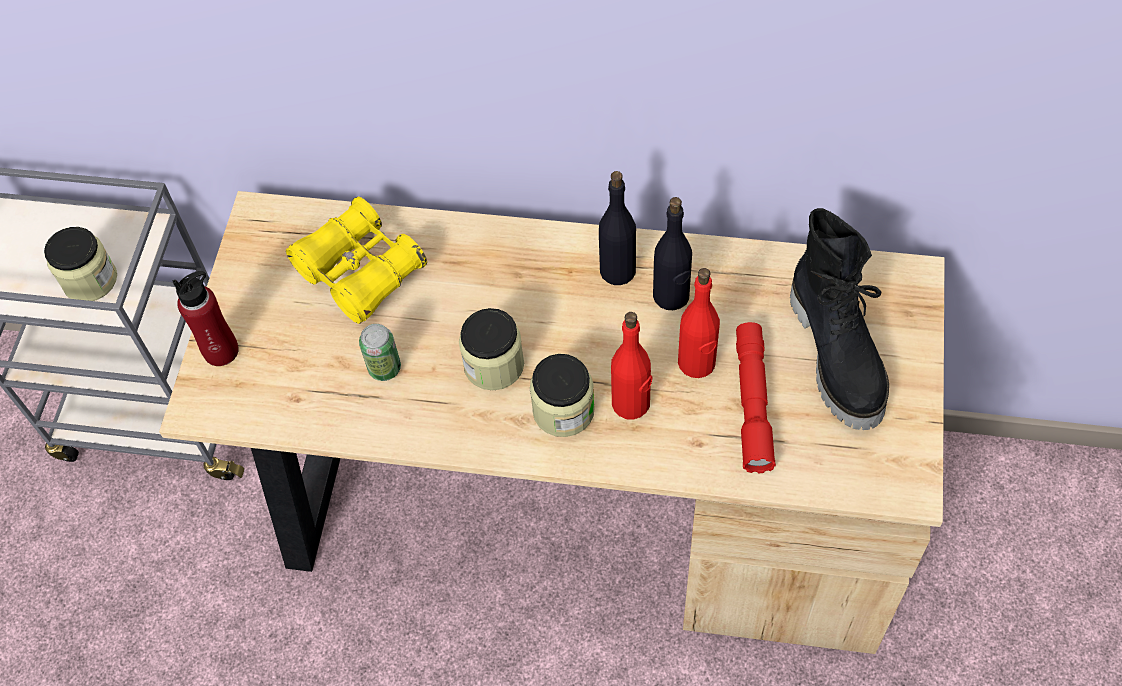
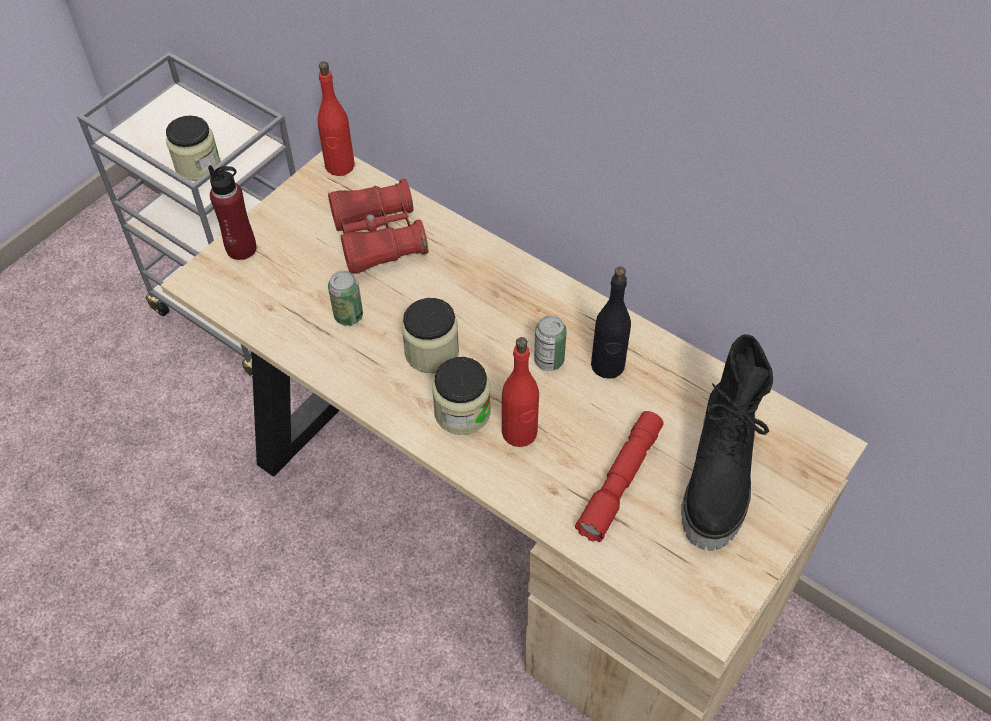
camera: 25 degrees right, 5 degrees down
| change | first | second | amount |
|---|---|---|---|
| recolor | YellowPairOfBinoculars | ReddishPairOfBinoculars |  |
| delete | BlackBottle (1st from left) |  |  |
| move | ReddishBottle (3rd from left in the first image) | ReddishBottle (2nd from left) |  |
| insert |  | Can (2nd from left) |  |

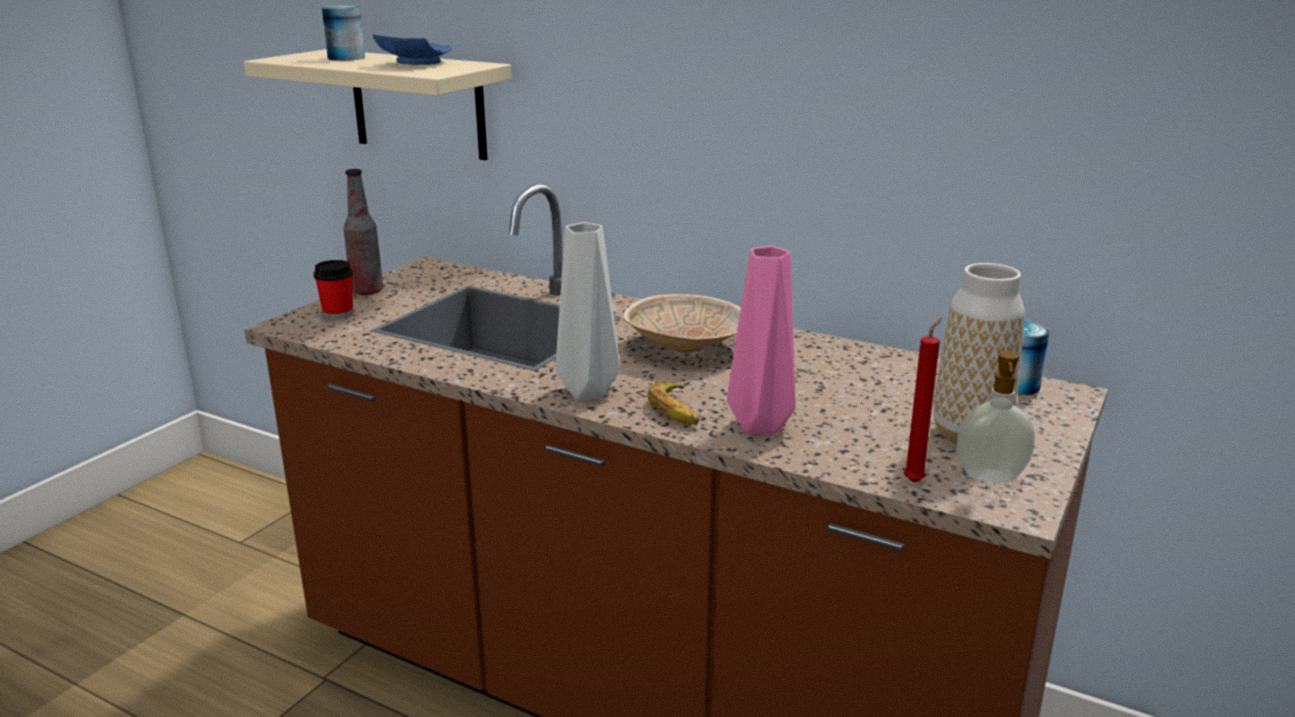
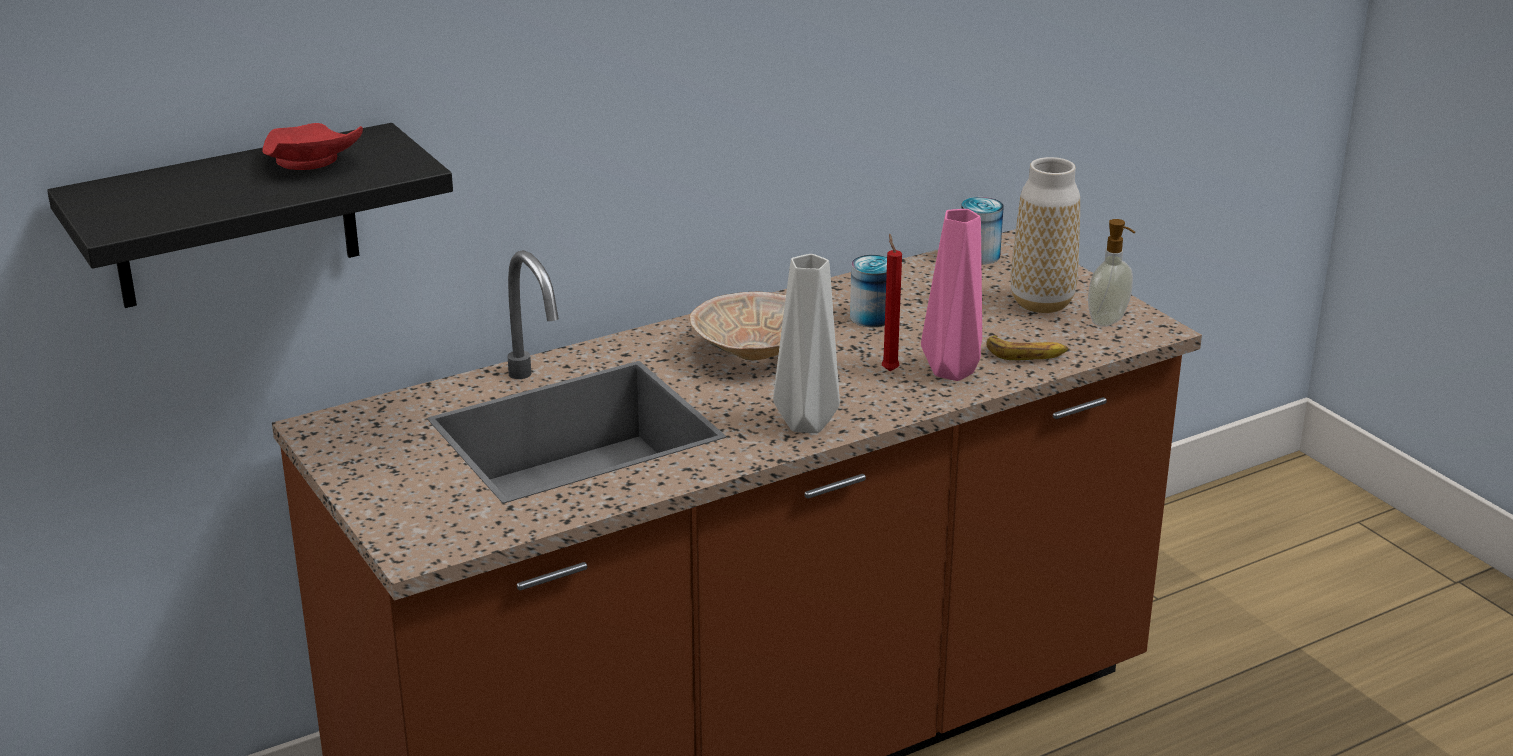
camera: 60 degrees left, 5 degrees up
| change | first | second | amount |
|---|---|---|---|
| recolor | BeigeColouredBracketShelf | BlackBracketShelf |  |
| delete | Cup |  |  |
| move | Can (1st from left) |  |  |
| delete | Bottle |  |  |
| recolor | BlueDinnerPlate | ReddishDinnerPlate |  |
| move | BananaFruit |  |  |
| move | ReddishWaxCandle |  |  |

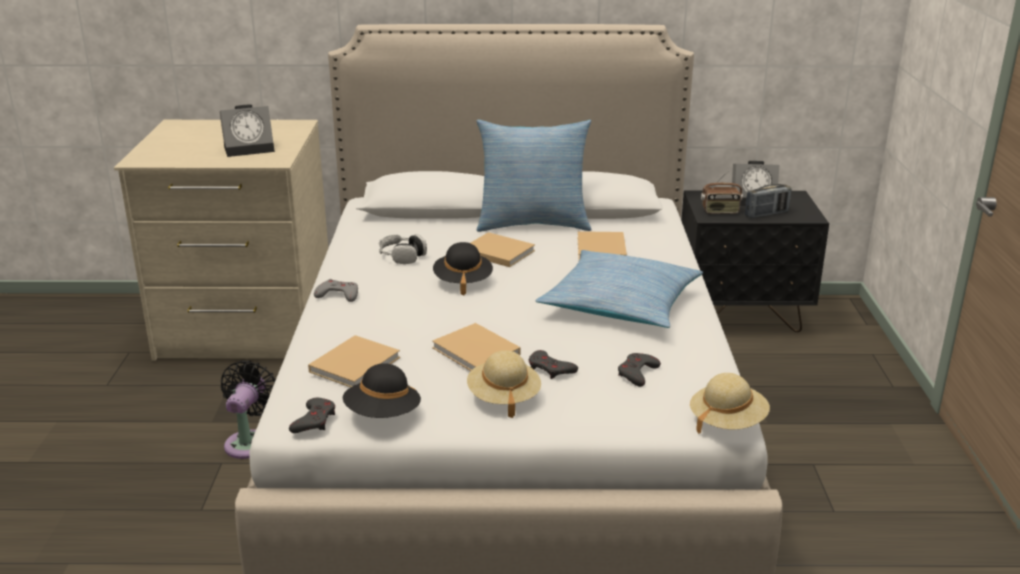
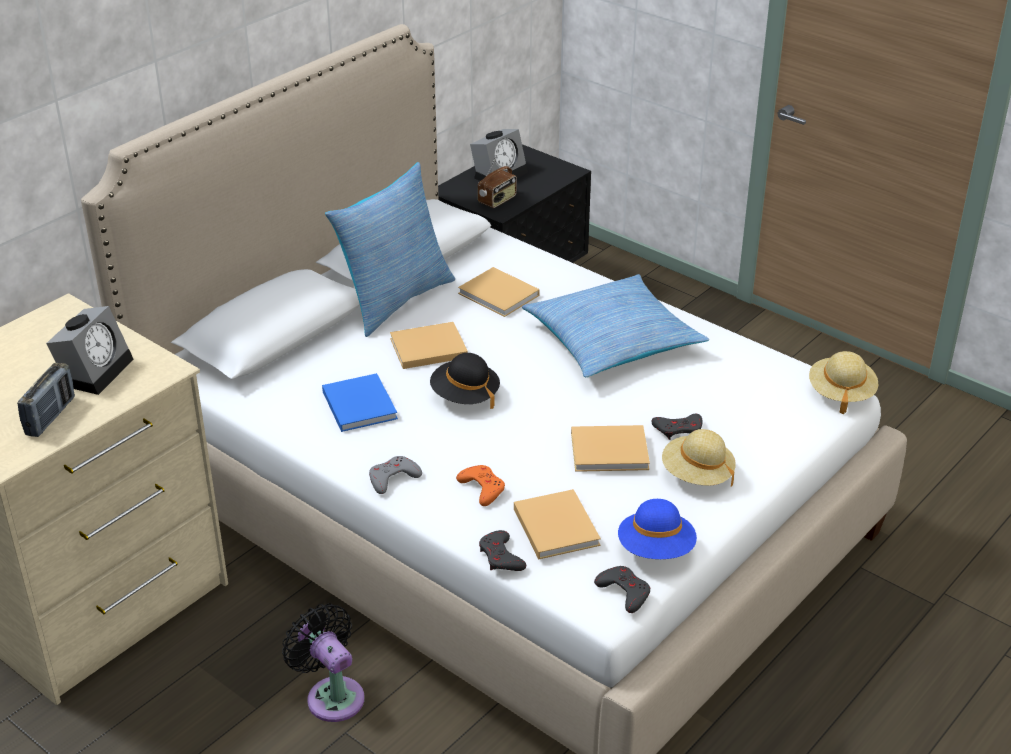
camera: 50 degrees left, 10 degrees up
| change | first | second | amount |
|---|---|---|---|
| recolor | BlackWearableHat (1st from left) | BlueWearableHat |  |
| replace | PairOfHeadphones | BlueBoundBook |  |
| move | GreyJoypad (4th from left in the first image) | GreyJoypad (2nd from left) |  |
| move | RadioReceiver (2nd from left in the first image) | RadioReceiver (1st from left) |  |
| insert |  | OrangeJoypad |  |

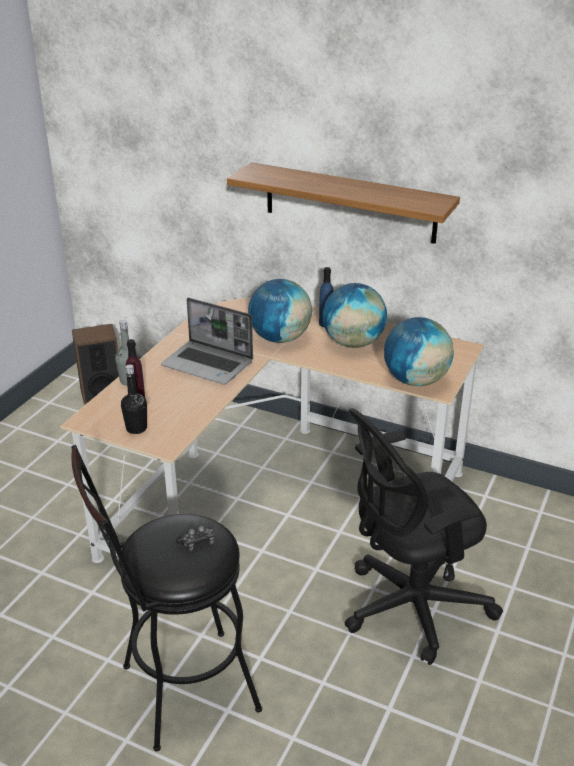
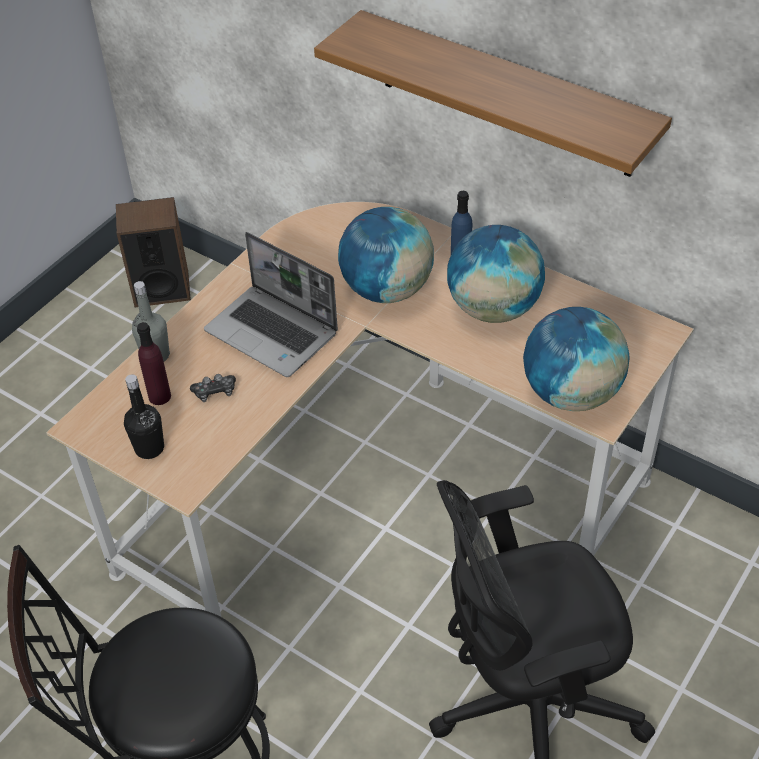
camera: 10 degrees right, 15 degrees up
| change | first | second | amount |
|---|---|---|---|
| move | Joypad |  |  |

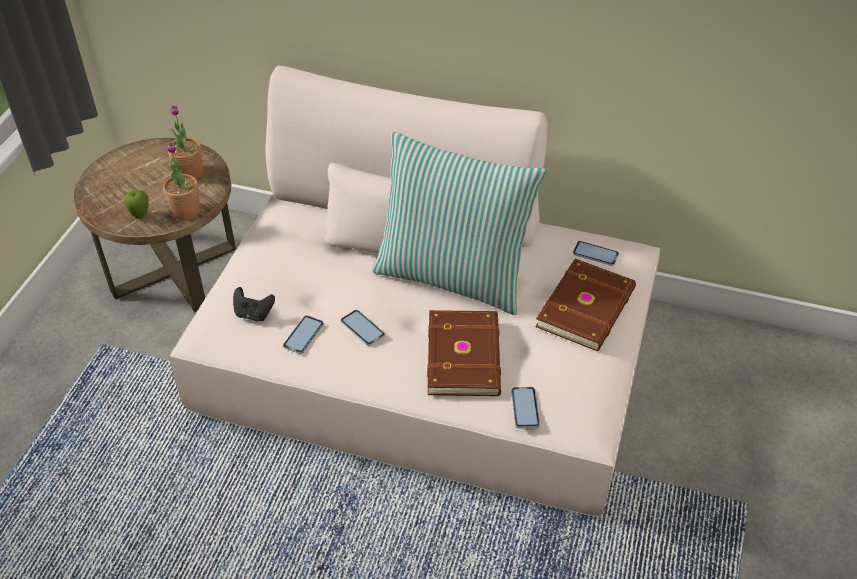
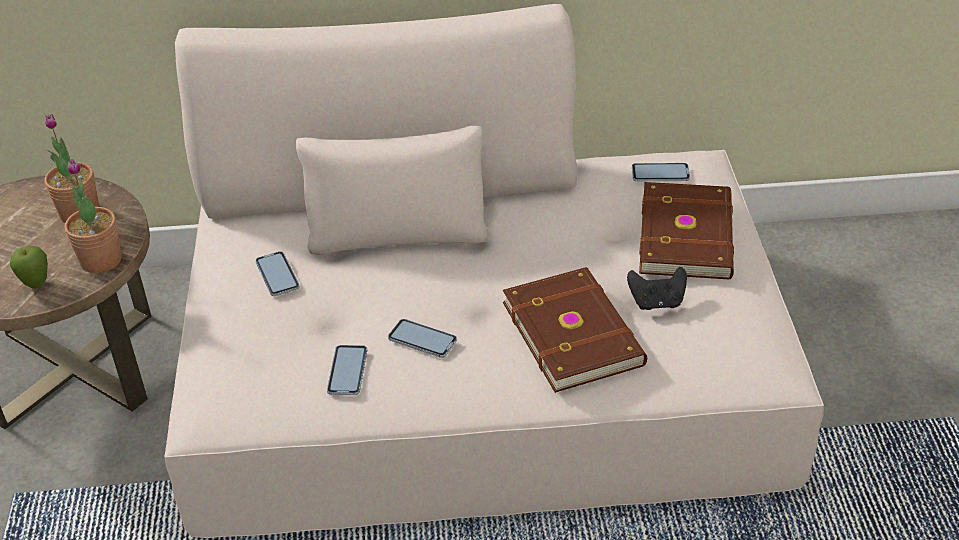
camera: 20 degrees left, 5 degrees down
| change | first | second | amount |
|---|---|---|---|
| move | BlackJoypad |  |  |
| delete | ThrowPillow |  |  |
| move | Phone (3rd from left in the first image) | Phone (1st from left) |  |

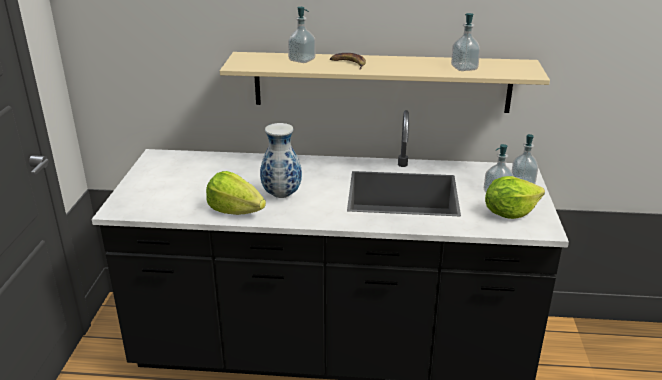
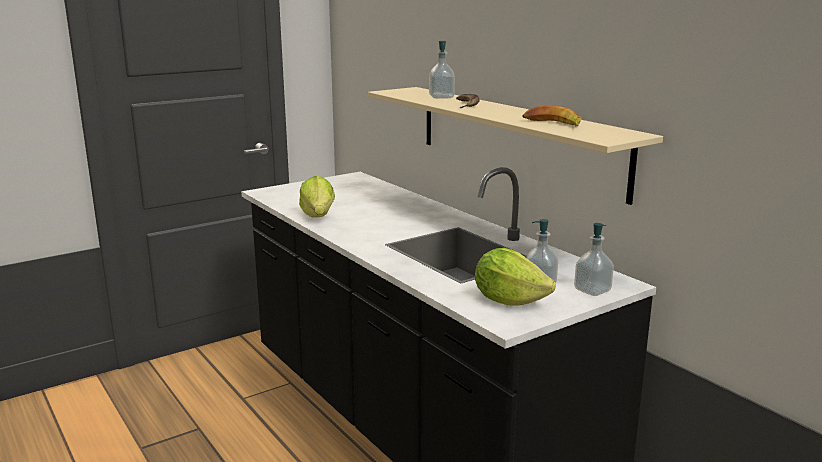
camera: 50 degrees right, 10 degrees down
| change | first | second | amount |
|---|---|---|---|
| delete | DecorativeVase |  |  |
| replace | LiquidSoapBottle (2nd from left) | BananaFruit (2nd from left) |  |

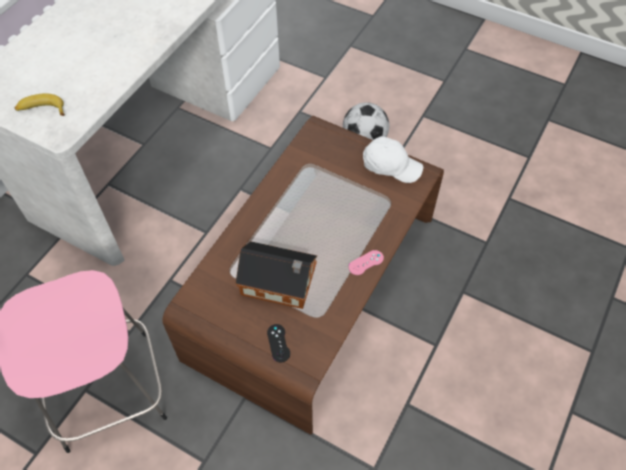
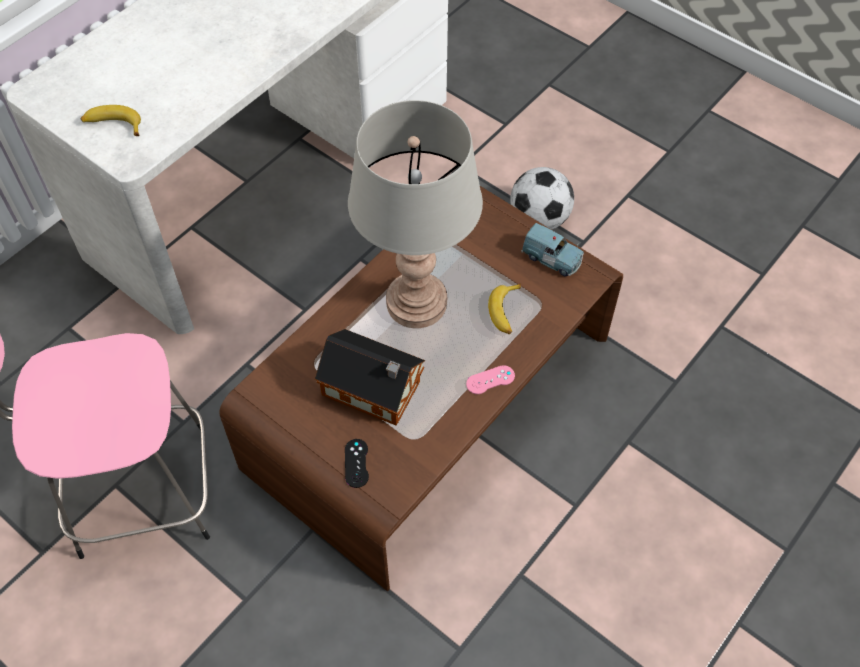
camera: 10 degrees right, 0 degrees up
| change | first | second | amount |
|---|---|---|---|
| replace | WhiteColouredBaseballCap | BlueModelCar |  |
| insert |  | GreyTabletopLamp |  |
| insert |  | BananaFruit (2nd from left) |  |

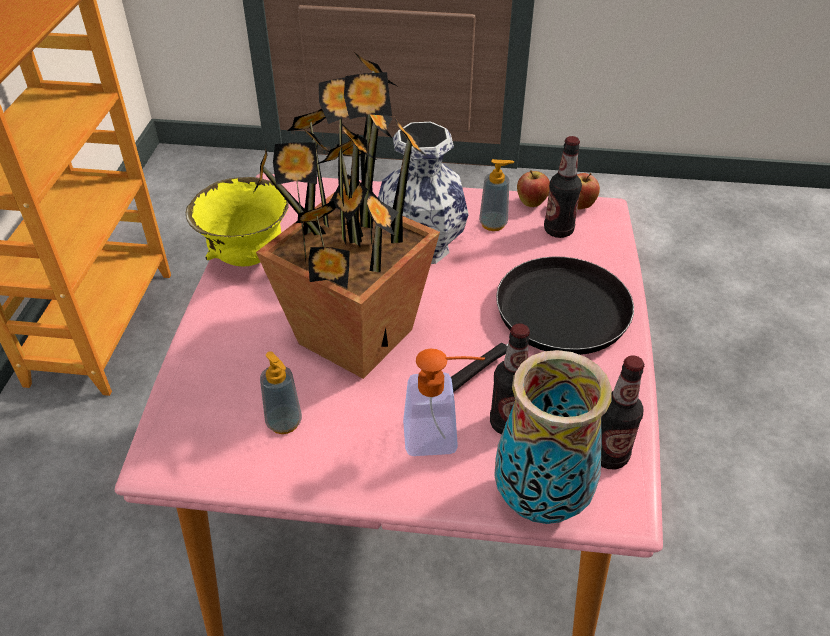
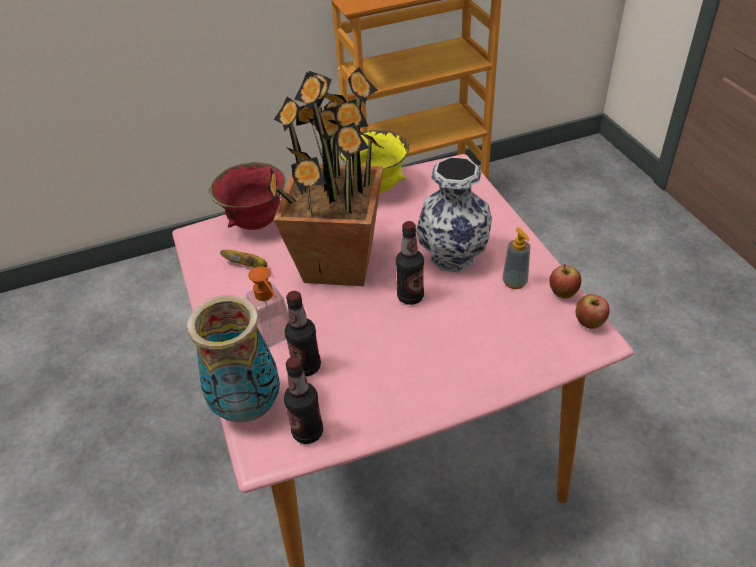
camera: 65 degrees right, 0 degrees up
| change | first | second | amount |
|---|---|---|---|
| replace | LiquidSoapBottle (1st from left) | BananaFruit |  |
| delete | BlackPan |  |  |
| move | Bottle (2nd from left in the first image) | Bottle (3rd from left) |  |
| insert |  | ReddishDeepDish |  |

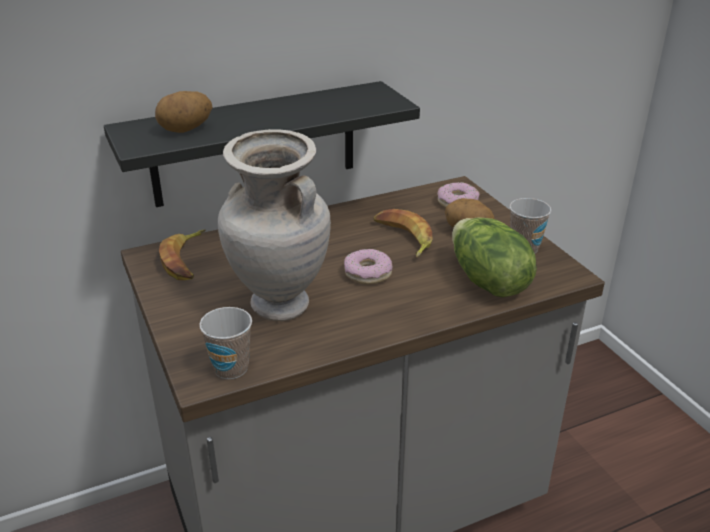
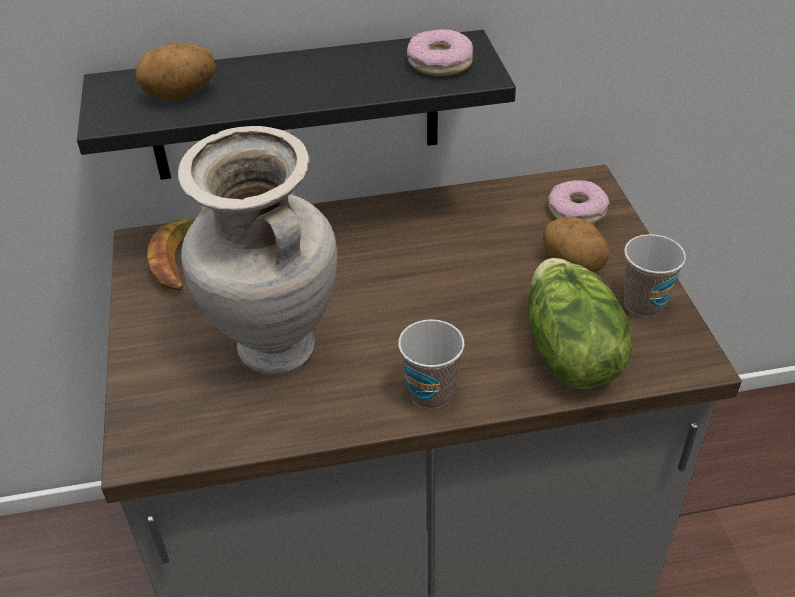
camera: 15 degrees right, 10 degrees up
| change | first | second | amount |
|---|---|---|---|
| move | Cup (1st from left) |  |  |
| move | RingDoughnut (1st from left) |  |  |
| delete | BananaFruit (2nd from left) |  |  |

